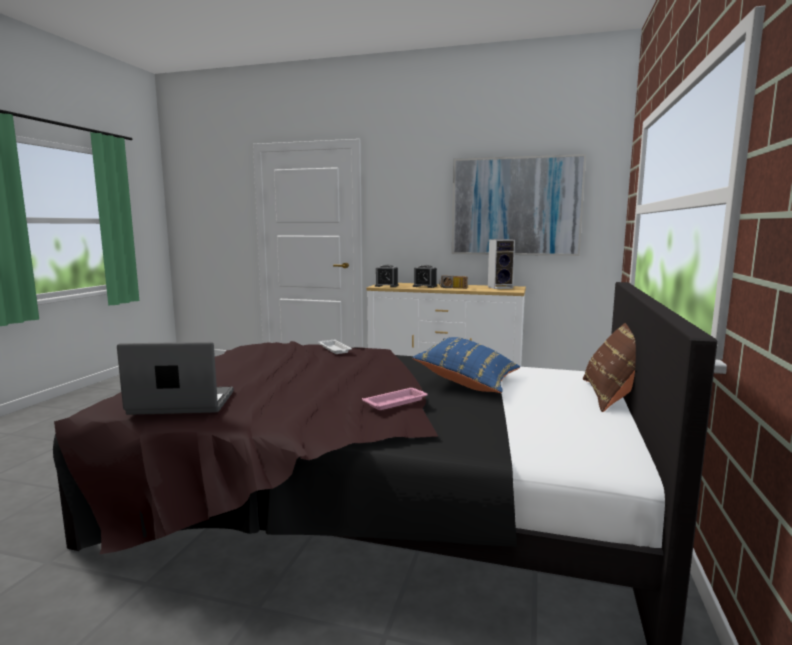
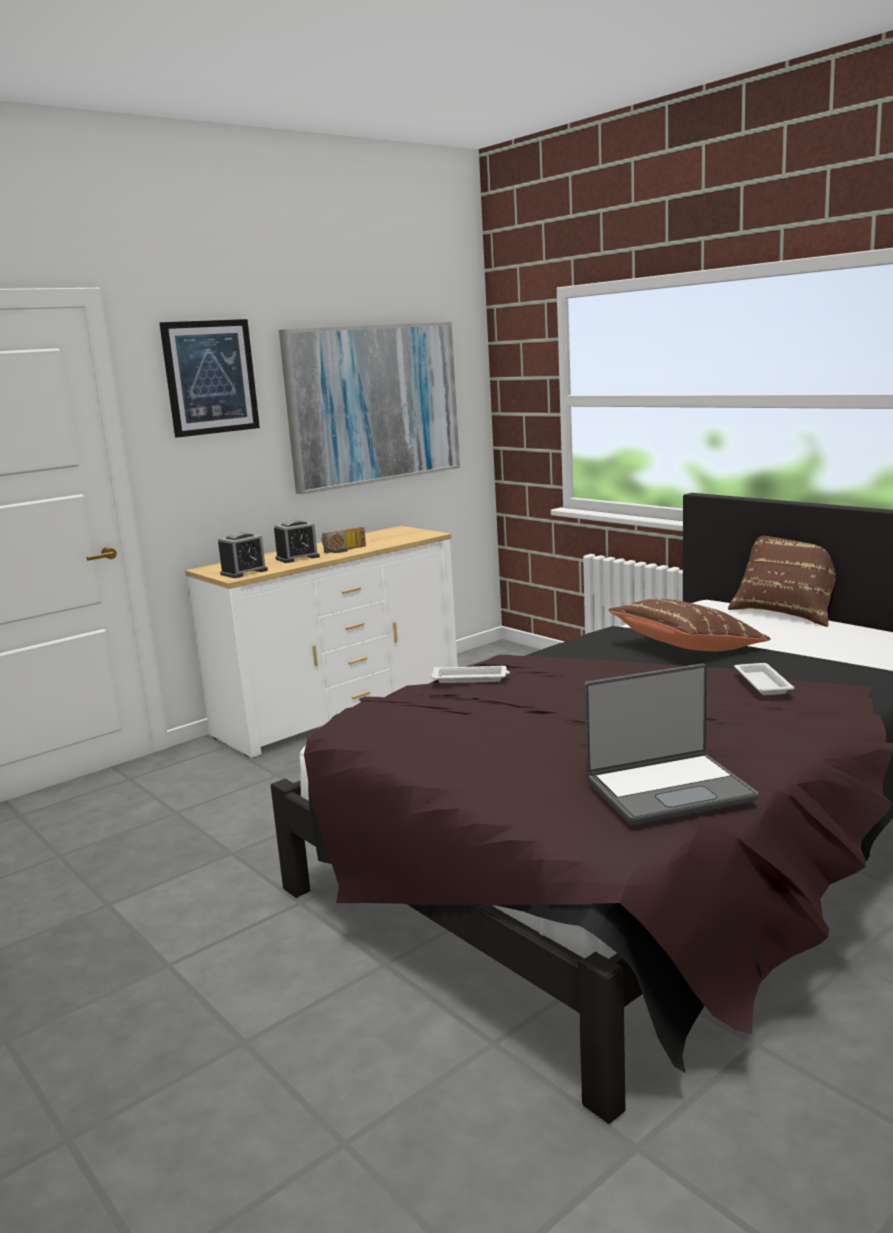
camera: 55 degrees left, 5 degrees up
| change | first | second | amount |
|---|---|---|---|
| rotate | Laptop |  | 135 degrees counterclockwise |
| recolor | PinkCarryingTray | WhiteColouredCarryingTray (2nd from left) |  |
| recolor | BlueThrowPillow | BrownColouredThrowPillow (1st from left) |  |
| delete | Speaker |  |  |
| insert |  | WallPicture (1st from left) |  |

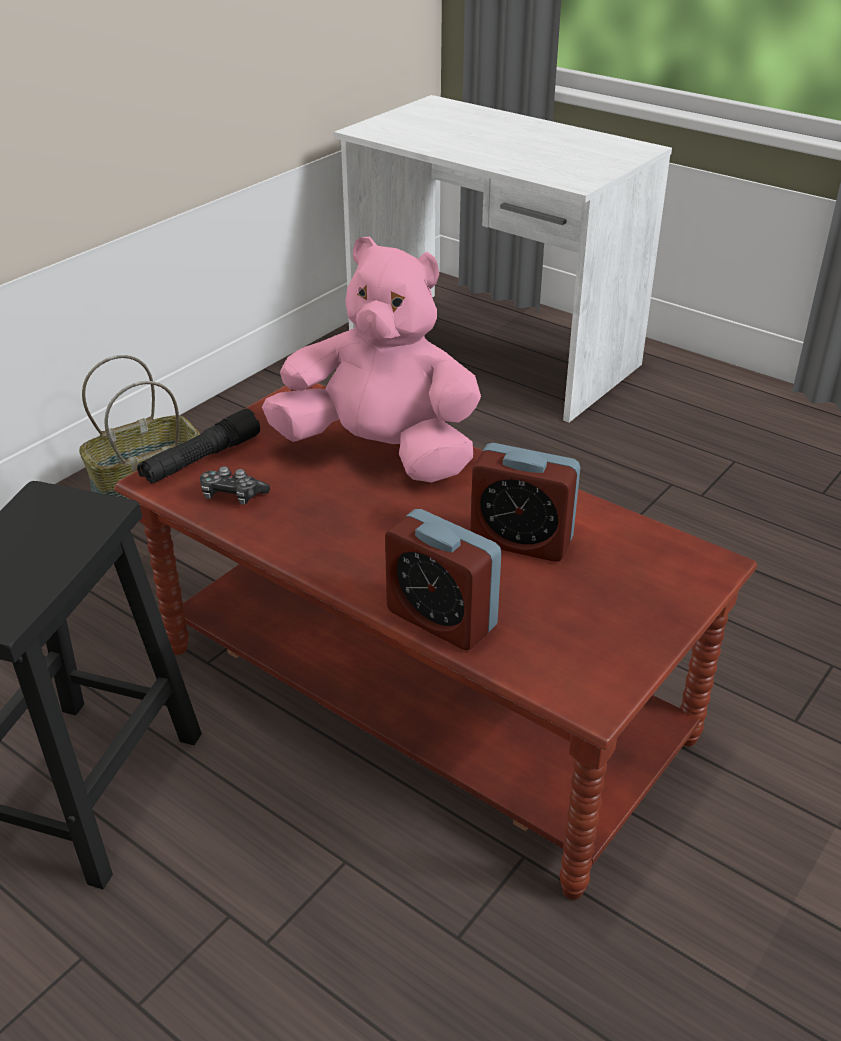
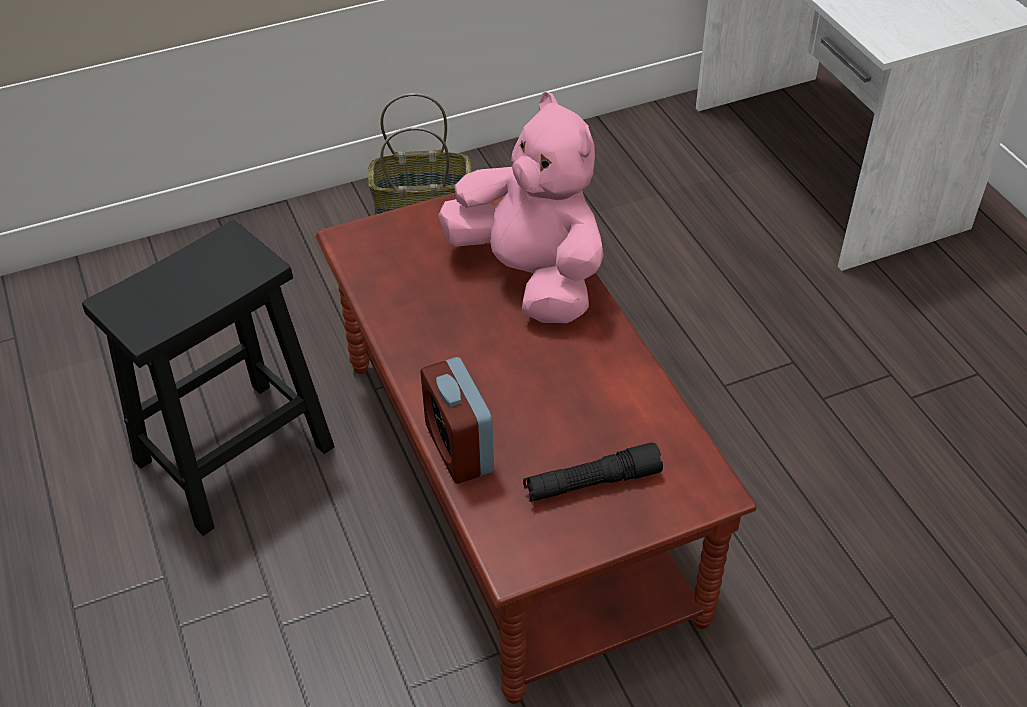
camera: 30 degrees right, 10 degrees up
| change | first | second | amount |
|---|---|---|---|
| move | BlackTorch |  |  |
| delete | Joypad |  |  |
| delete | AlarmClock (2nd from left) |  |  |

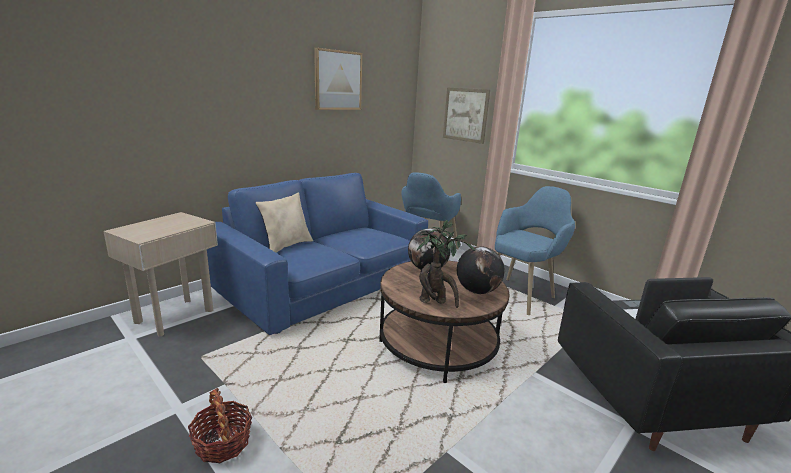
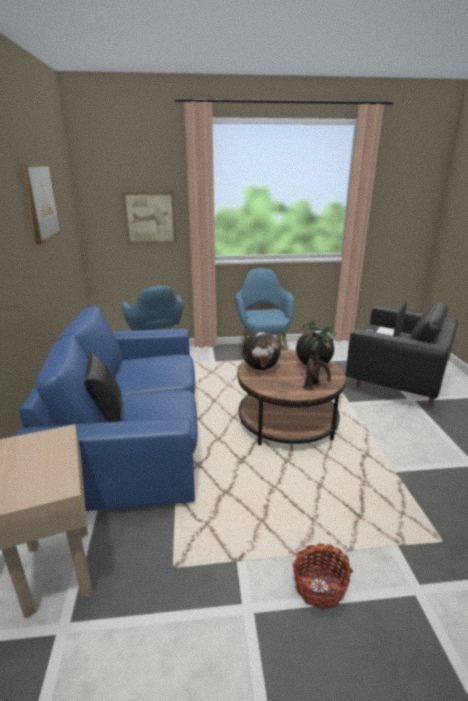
camera: 50 degrees left, 5 degrees up
| change | first | second | amount |
|---|---|---|---|
| recolor | BeigeColouredThrowPillow | BlackThrowPillow |  |

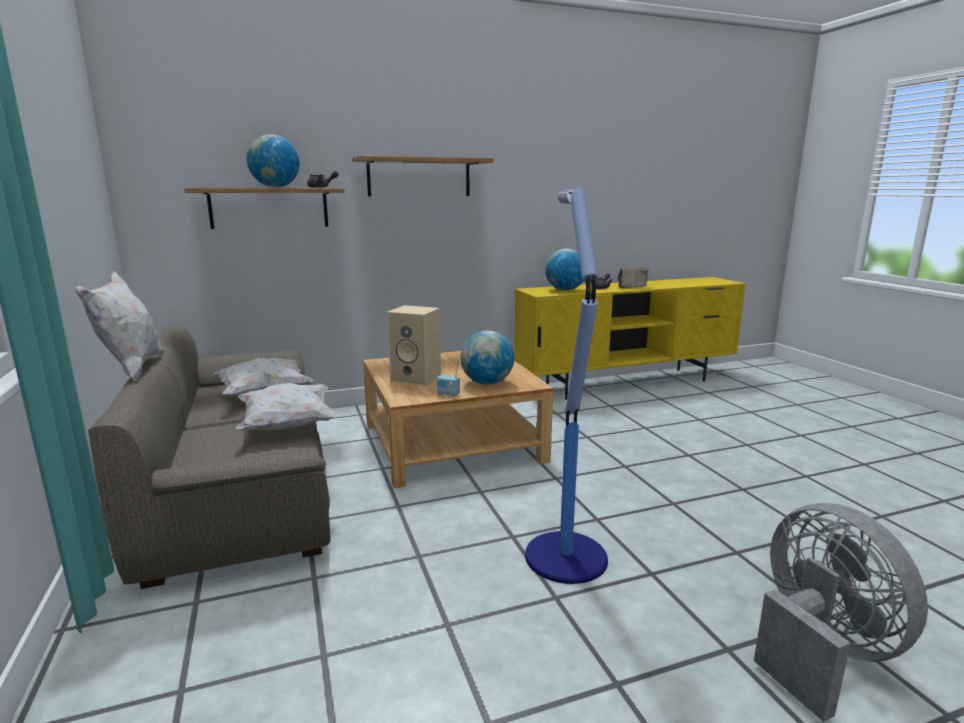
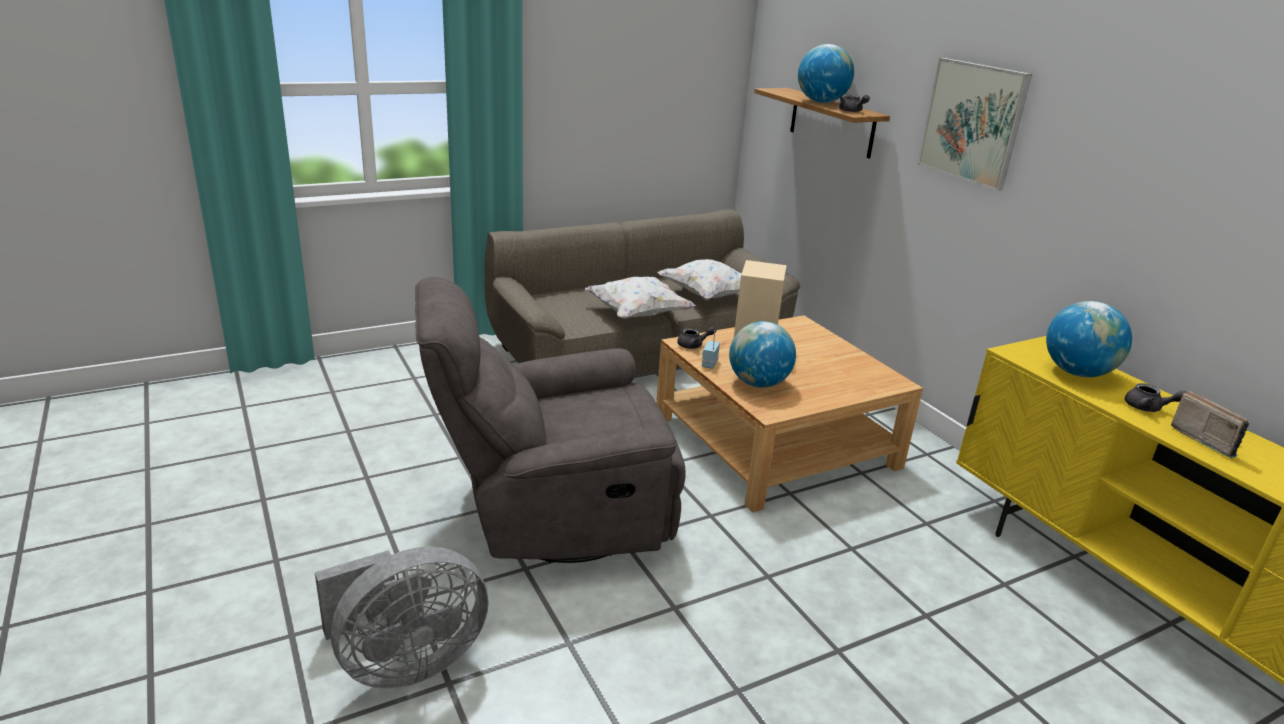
camera: 80 degrees right, 10 degrees up
| change | first | second | amount |
|---|---|---|---|
| delete | WhiteColouredThrowPillow (1st from left) |  |  |
| replace | BracketShelf (2nd from left) | WallPicture |  |
| replace | StandardLamp | GreyEasyChair |  |
| insert |  | GreyTeaPot (1st from left) |  |

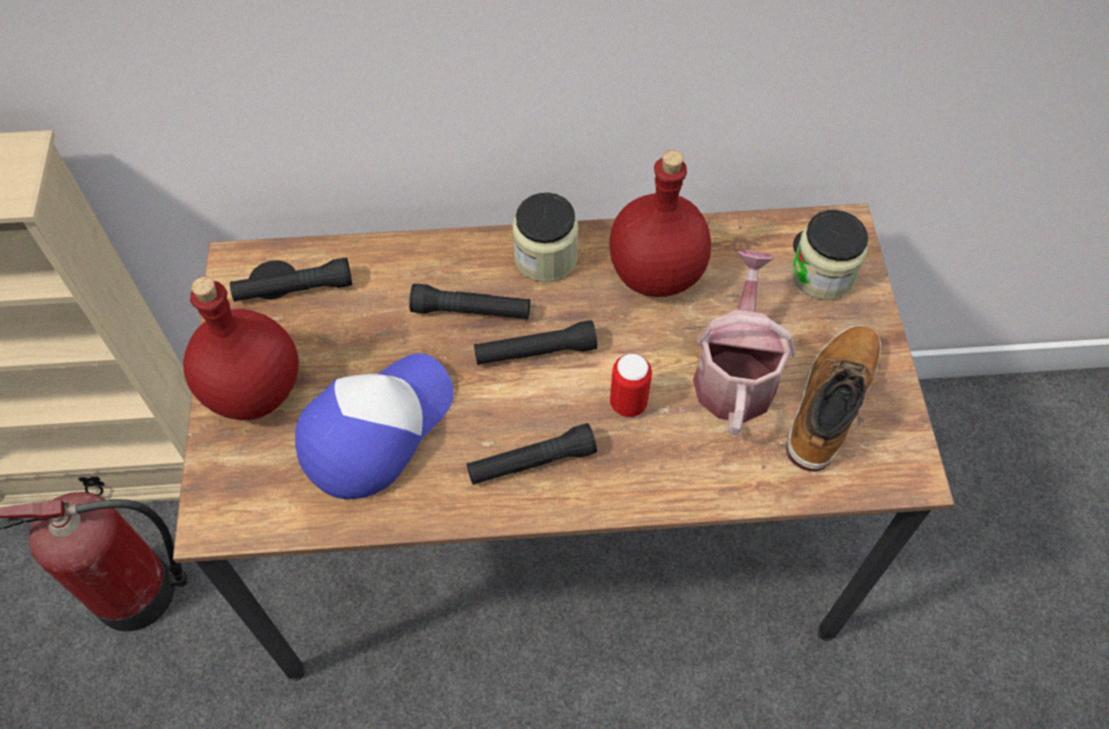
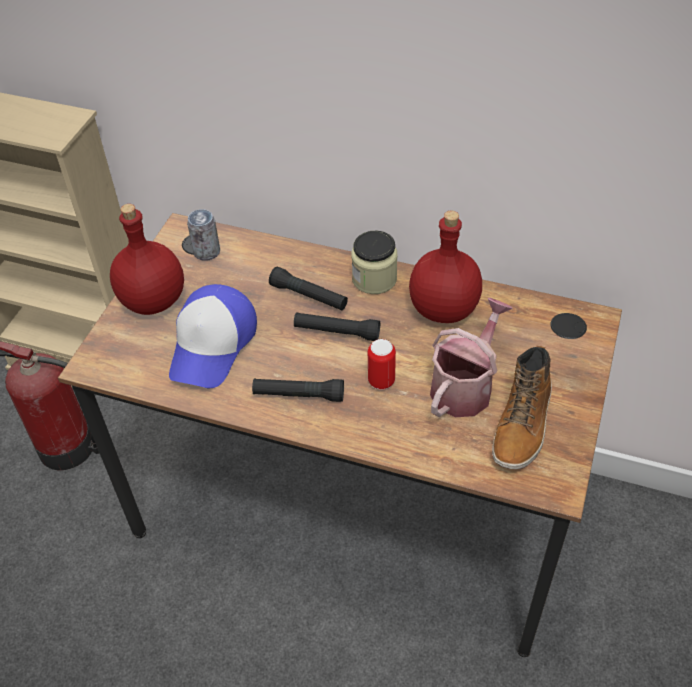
camera: 25 degrees right, 10 degrees down
| change | first | second | amount |
|---|---|---|---|
| replace | BlackTorch (1st from left) | Can (1st from left) |  |
| rotate | BaseballCap |  | 135 degrees clockwise |
| rotate | Boot |  | 150 degrees clockwise |
| delete | PreserveJar (2nd from left) |  |  |

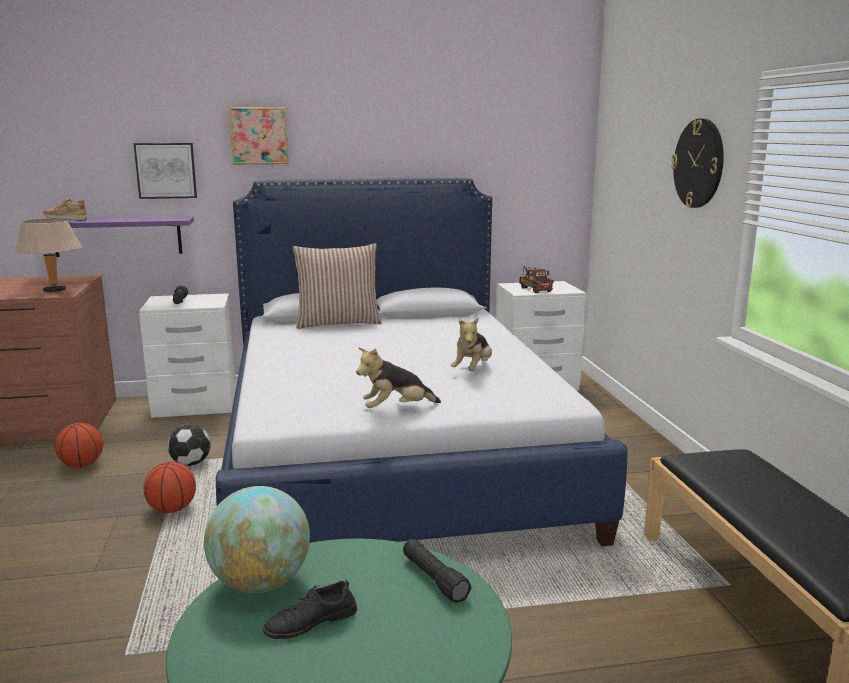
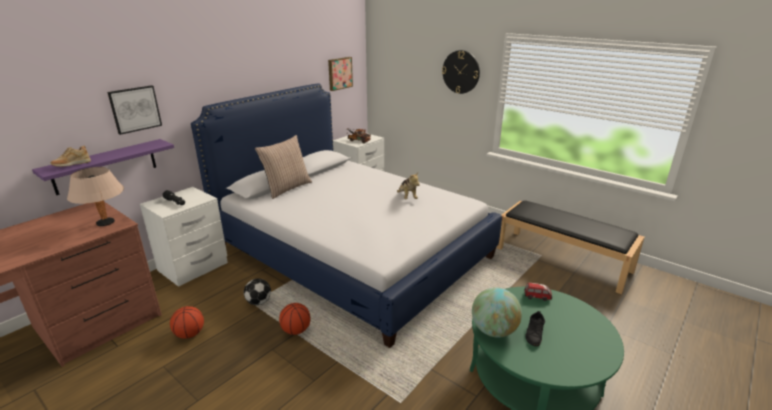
camera: 40 degrees left, 10 degrees up
| change | first | second | amount |
|---|---|---|---|
| move | WallPicture (2nd from left) |  |  |
| delete | CuddlyToy (1st from left) |  |  |
| replace | BlackTorch (2nd from left) | ModelCar |  |

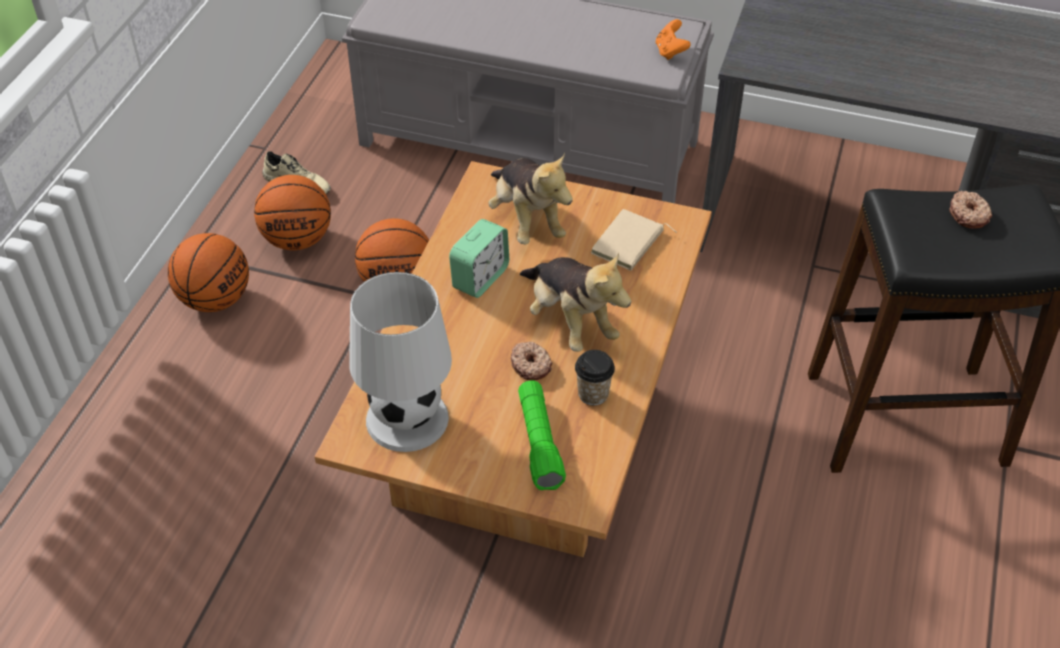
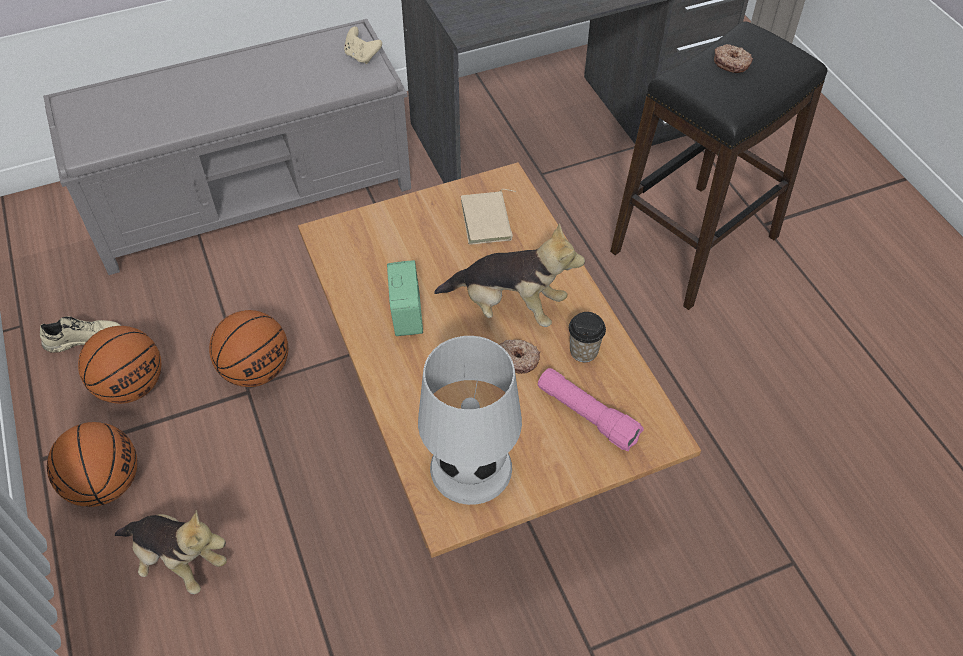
camera: 40 degrees left, 5 degrees up
| change | first | second | amount |
|---|---|---|---|
| move | CuddlyToy (1st from left) |  |  |
| recolor | GreenTorch | PinkTorch |  |
| recolor | OrangeJoypad | BeigeColouredJoypad |  |

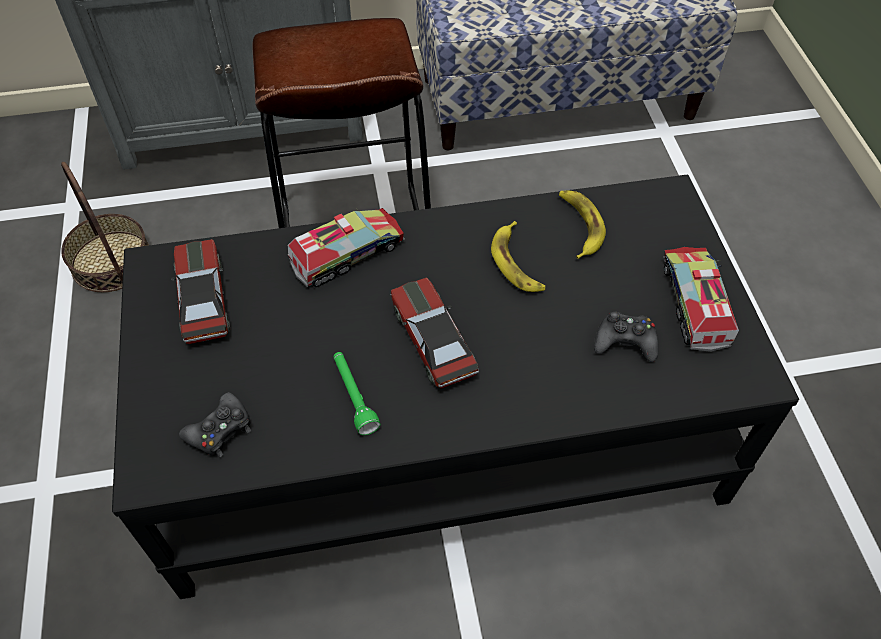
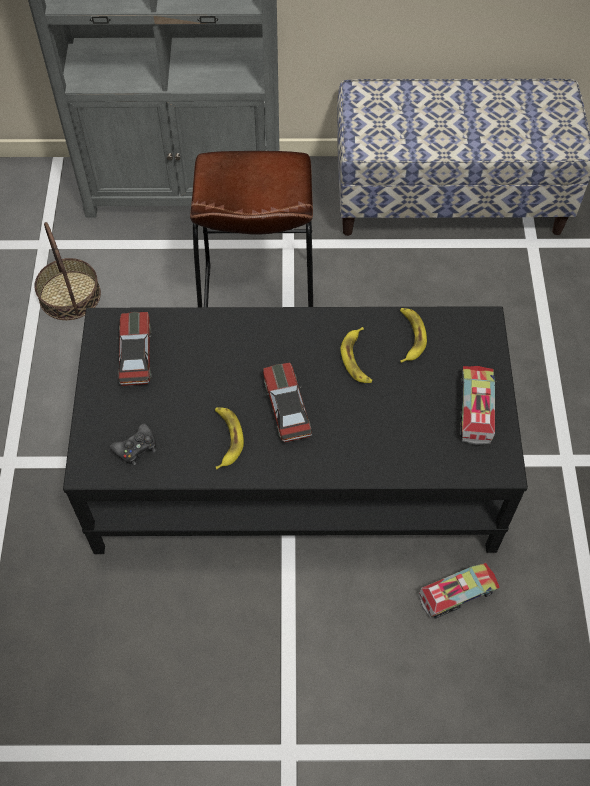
camera: 10 degrees right, 5 degrees up
| change | first | second | amount |
|---|---|---|---|
| move | ModelTruck (1st from left) |  |  |
| replace | GreenTorch | BananaFruit (1st from left) |  |
| delete | BlackJoypad (2nd from left) |  |  |

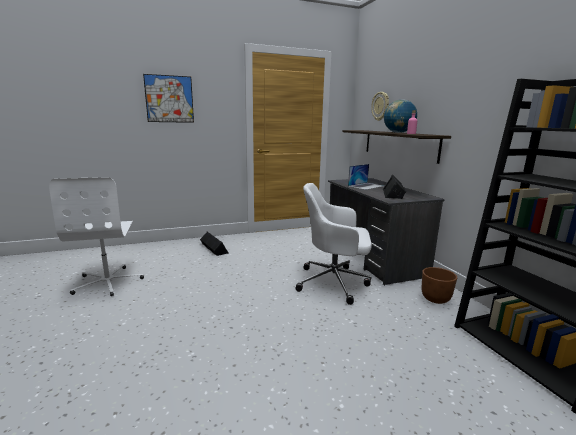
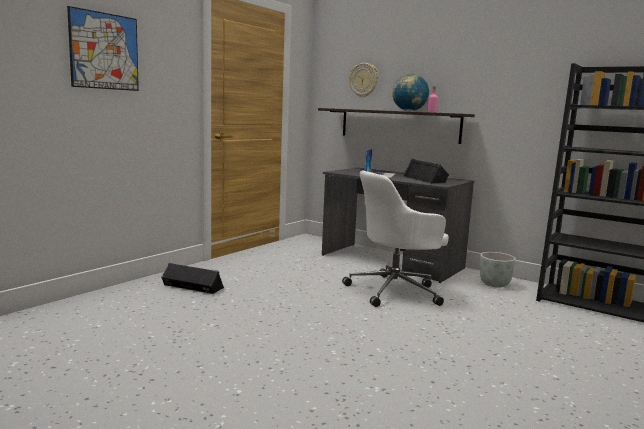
camera: 35 degrees left, 5 degrees down
| change | first | second | amount |
|---|---|---|---|
| delete | WhiteColouredComputerChair (1st from left) |  |  |
| recolor | BrownColouredFlowerPot | GreyFlowerPot |  |

